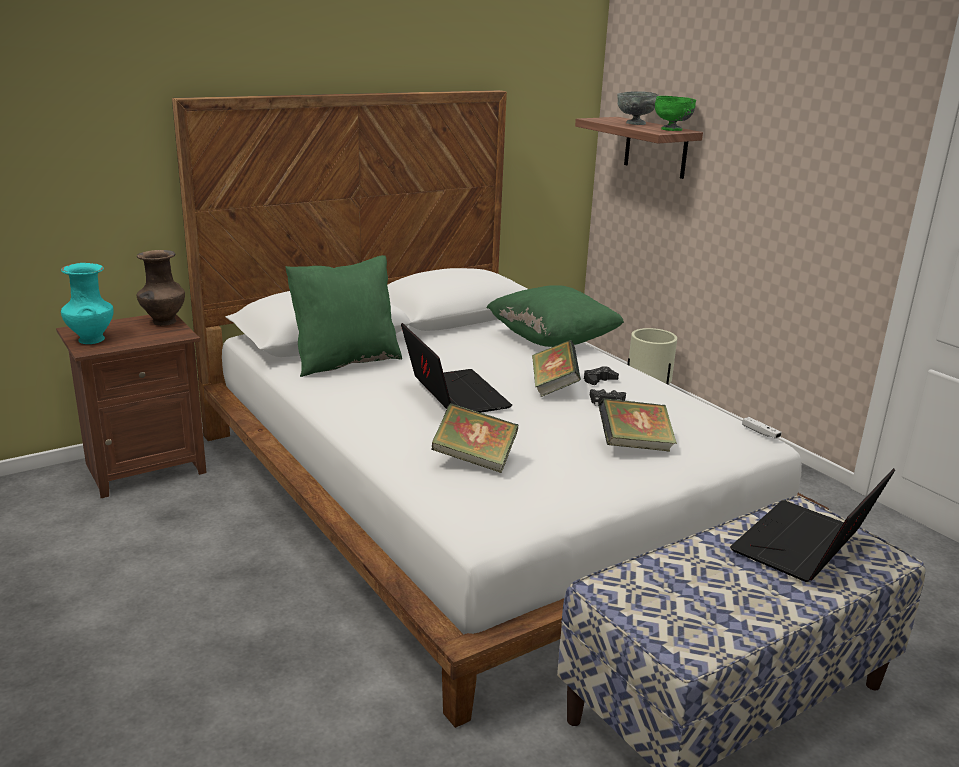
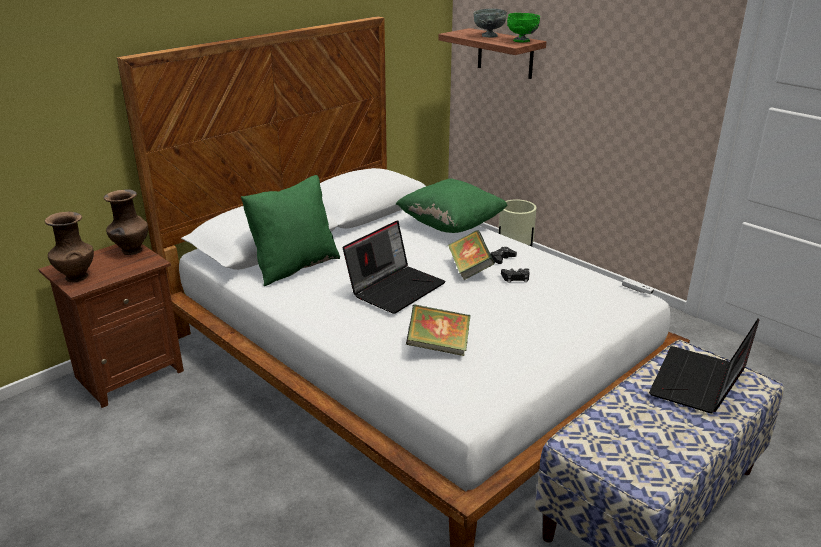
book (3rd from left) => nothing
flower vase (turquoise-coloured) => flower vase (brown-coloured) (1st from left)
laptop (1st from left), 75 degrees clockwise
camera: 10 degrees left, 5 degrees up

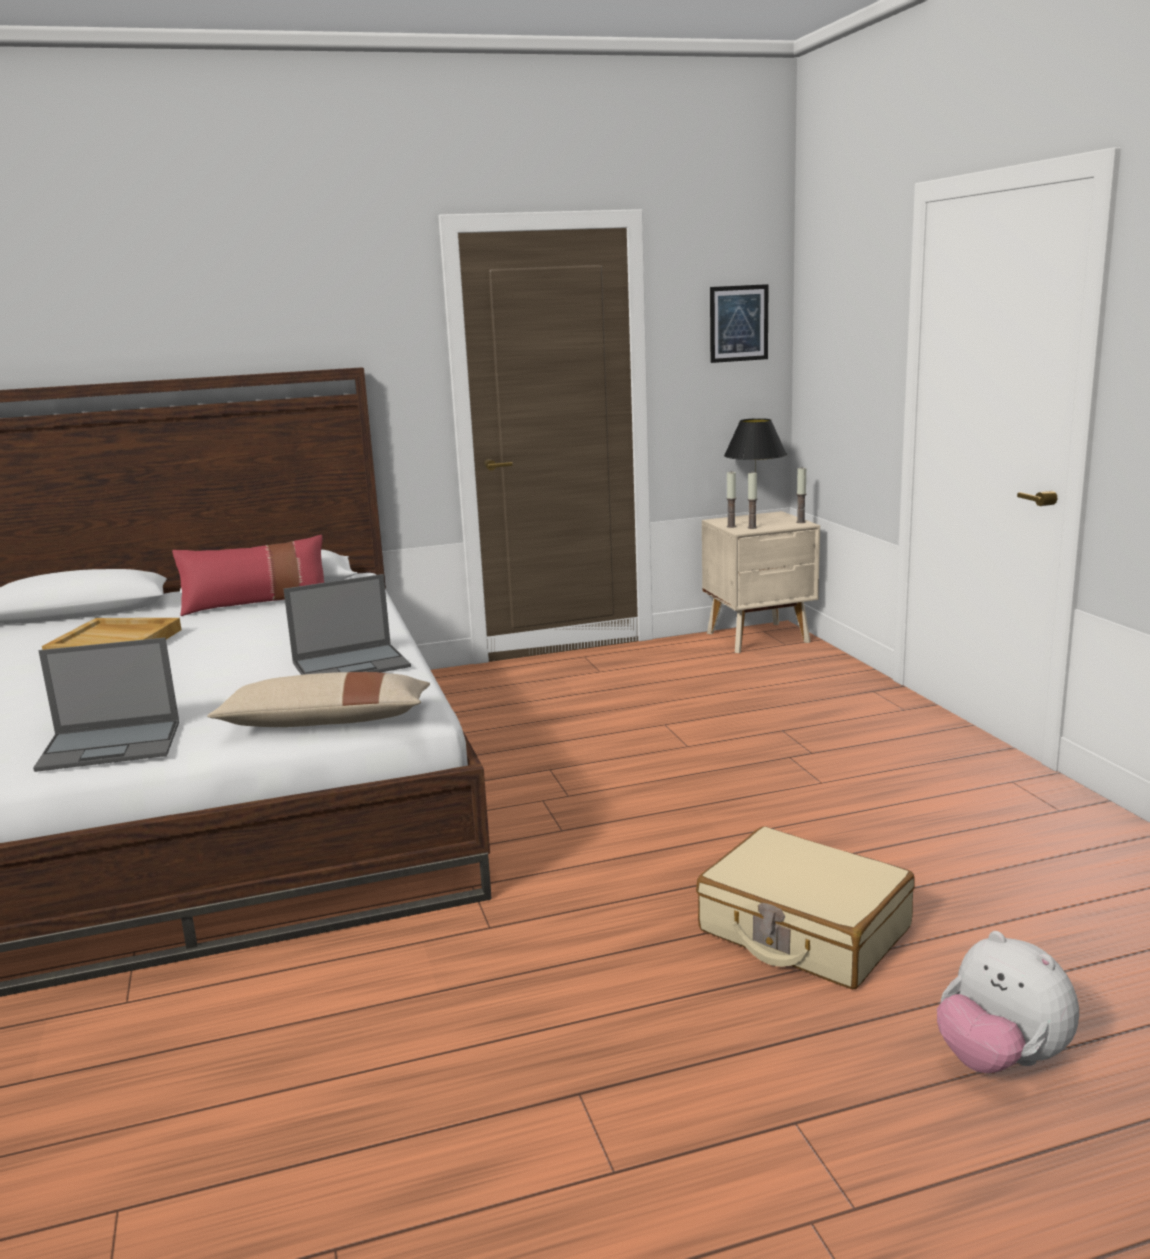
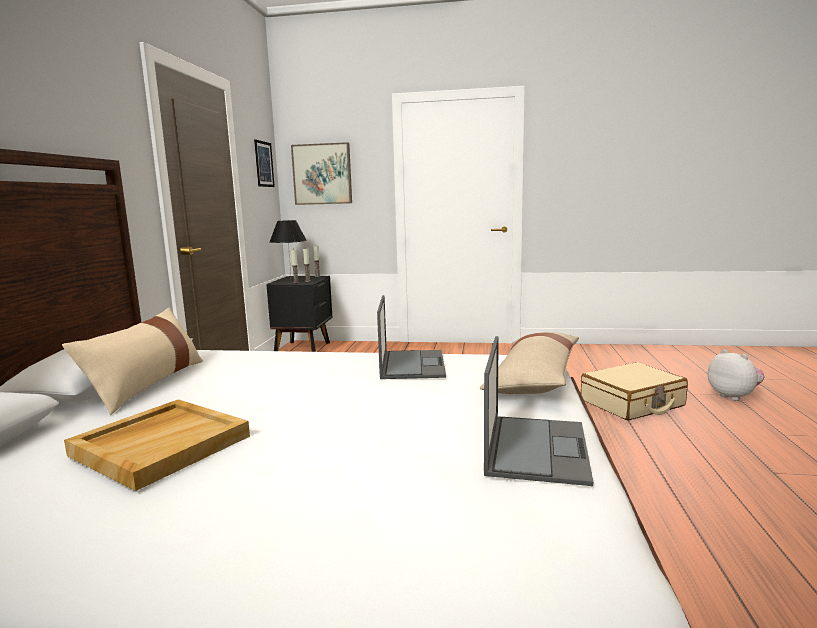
nothing => wall art (2nd from left)
throw pillow (reddish) => throw pillow (sand-coloured) (1st from left)
night table (sand-coloured) => night table (blackish)
plush toy, 105 degrees counterclockwise
camera: 65 degrees left, 5 degrees down

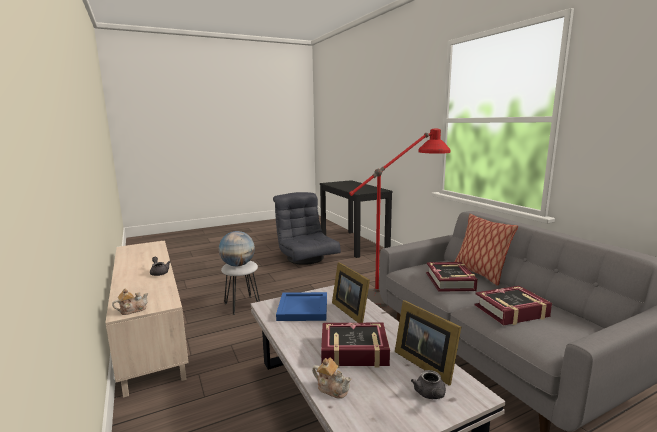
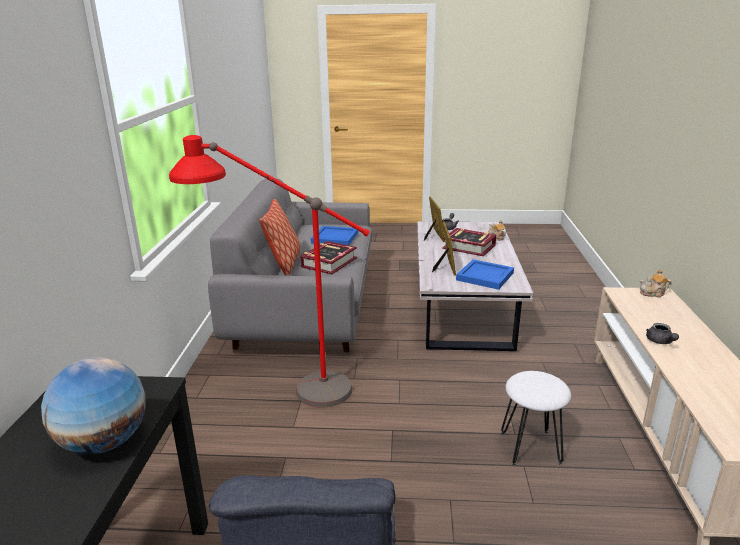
desk globe, moved
book (3rd from left) => serving tray (blue-coloured) (1st from left)
camera: 150 degrees left, 10 degrees up

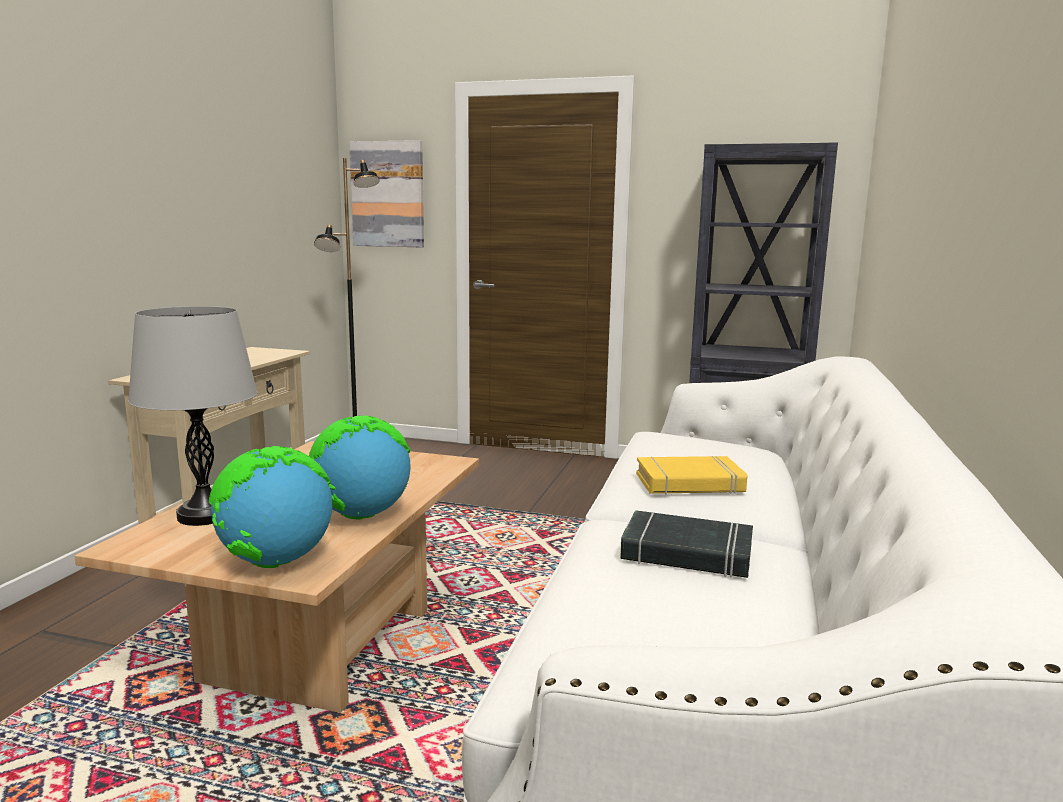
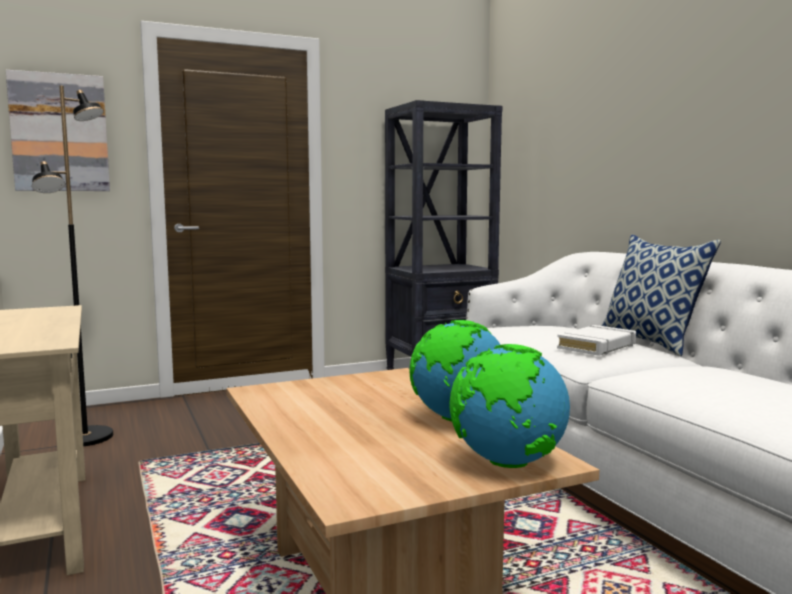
tabletop lamp (greyish) => nothing
book (blackish) => nothing
nothing => throw pillow
book (yellowish) => book (whitish)
camera: 40 degrees left, 5 degrees down

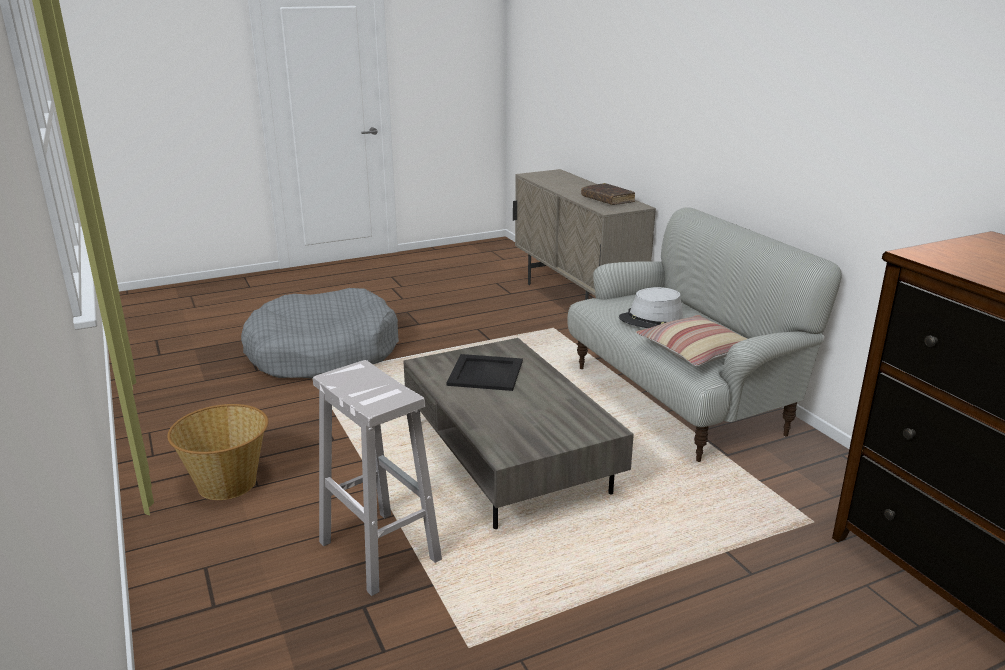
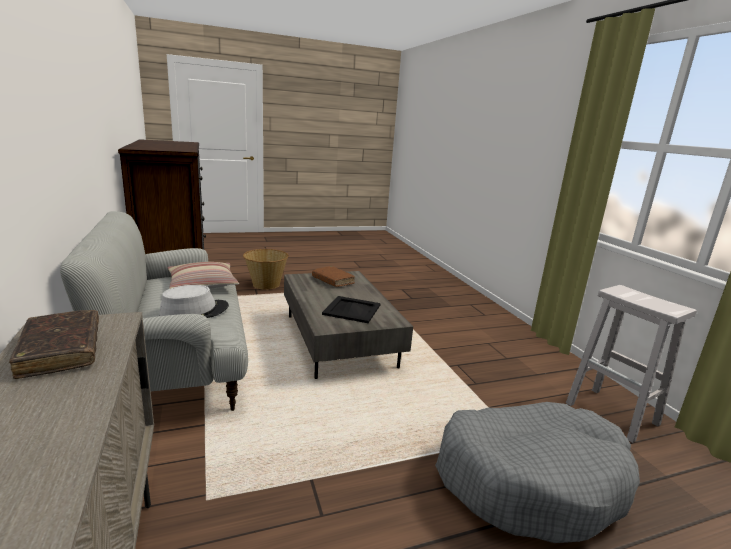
nothing => book (brown-coloured) (2nd from left)
household basket, moved
stool (whitish), moved
camera: 175 degrees left, 5 degrees down

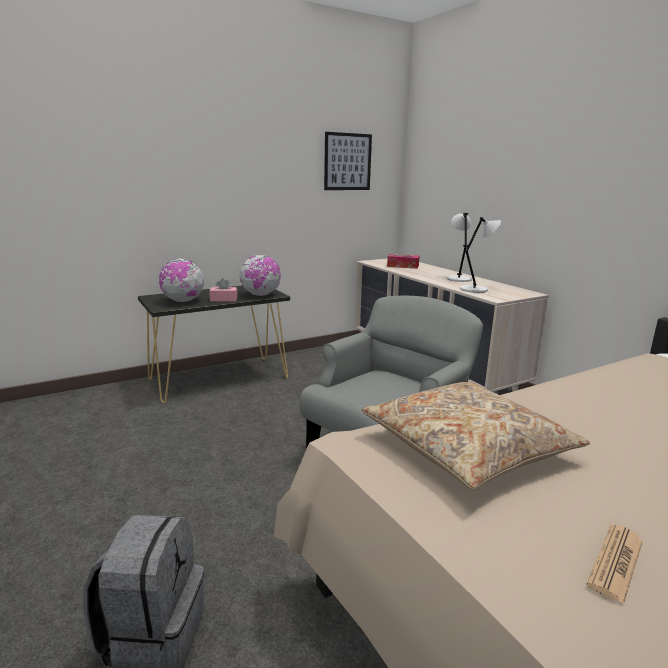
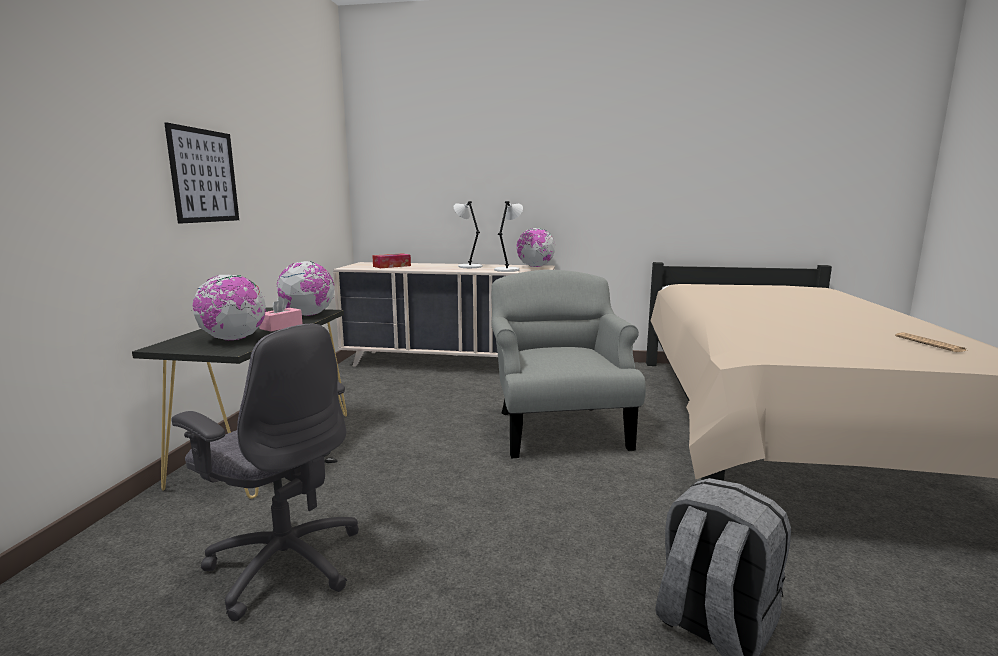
throw pillow (sand-coloured) => nothing
nothing => desk chair (greyish)
nothing => desk globe (3rd from left)
wall art, moved
camera: 50 degrees left, 5 degrees down

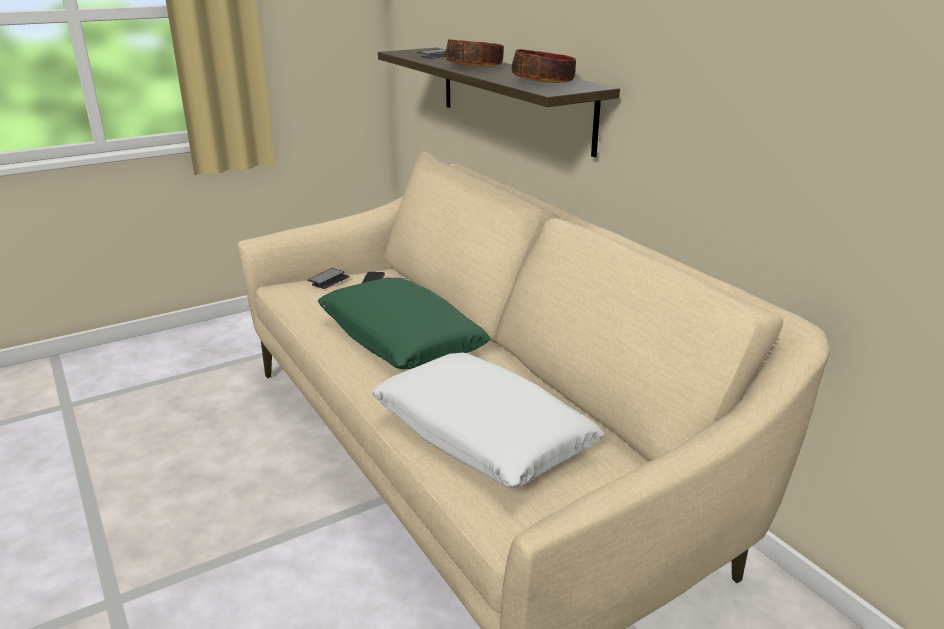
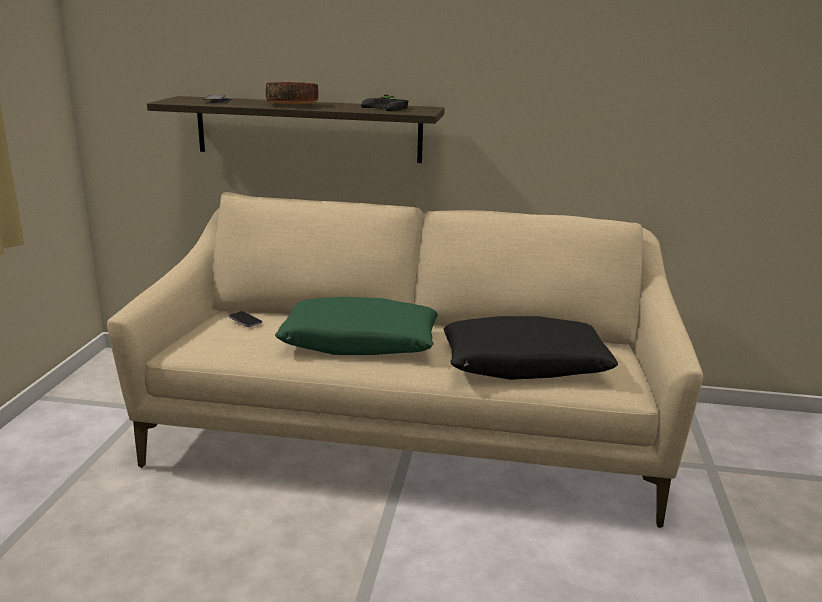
phone (1st from left) => nothing
deep dish (2nd from left) => joypad (blackish)
throw pillow (whitish) => throw pillow (blackish)
camera: 50 degrees left, 5 degrees down

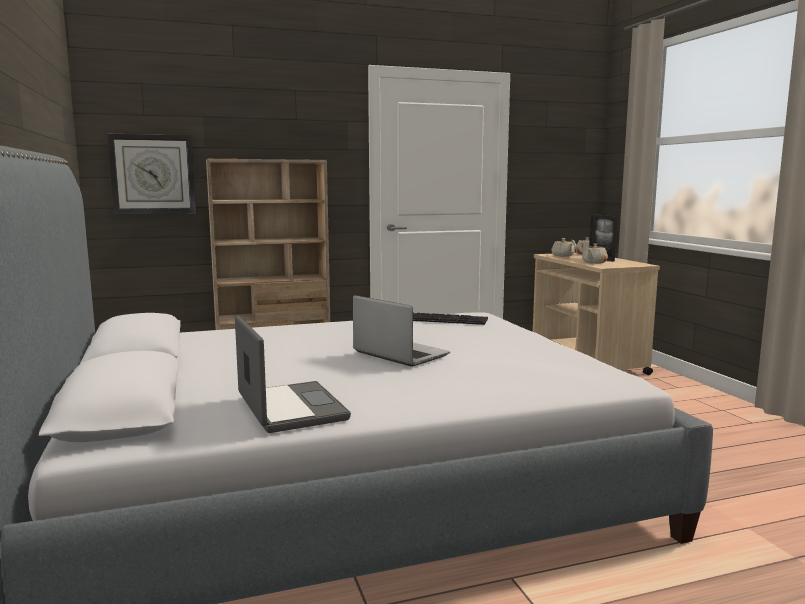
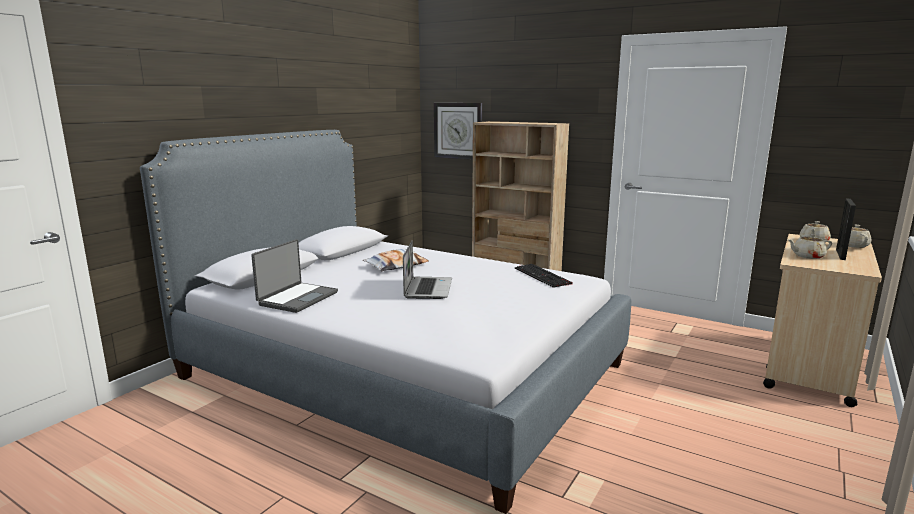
nothing => throw pillow
camera: 50 degrees right, 5 degrees up

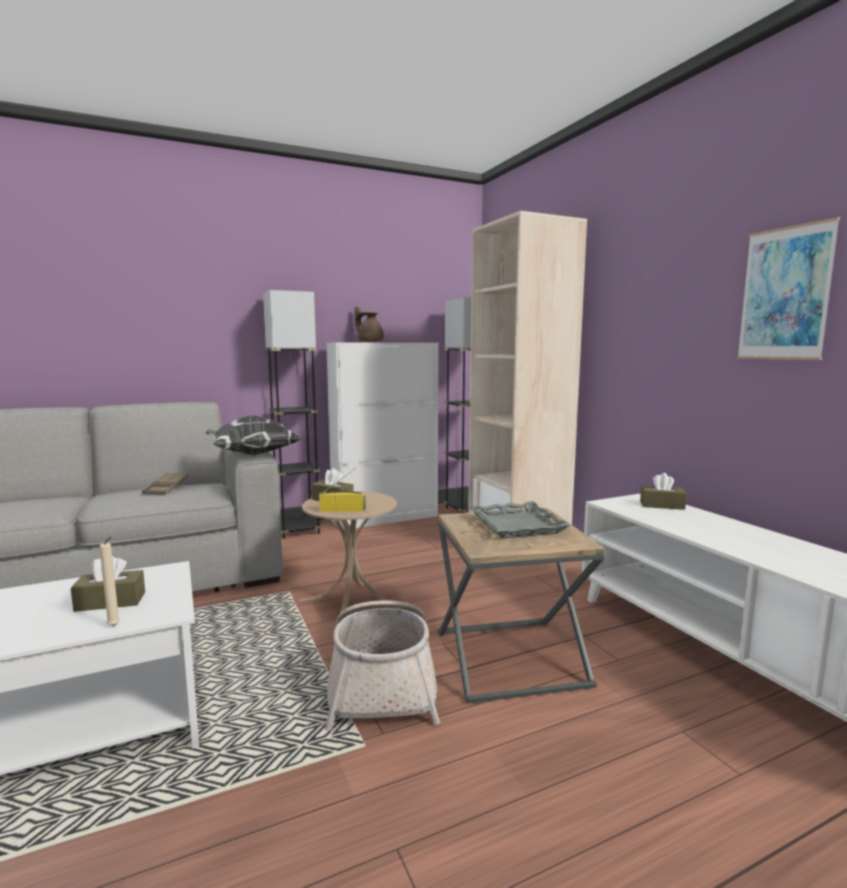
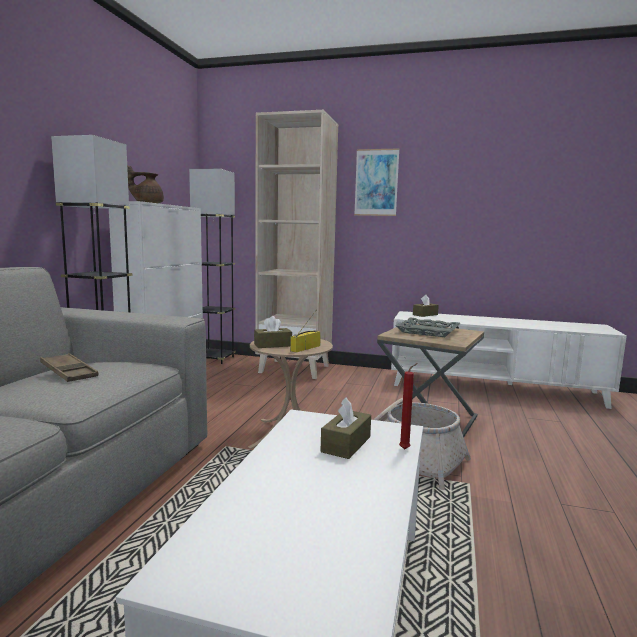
throw pillow => nothing
wall art, moved
candle (sand-coloured) => candle (reddish)
camera: 50 degrees left, 0 degrees up

